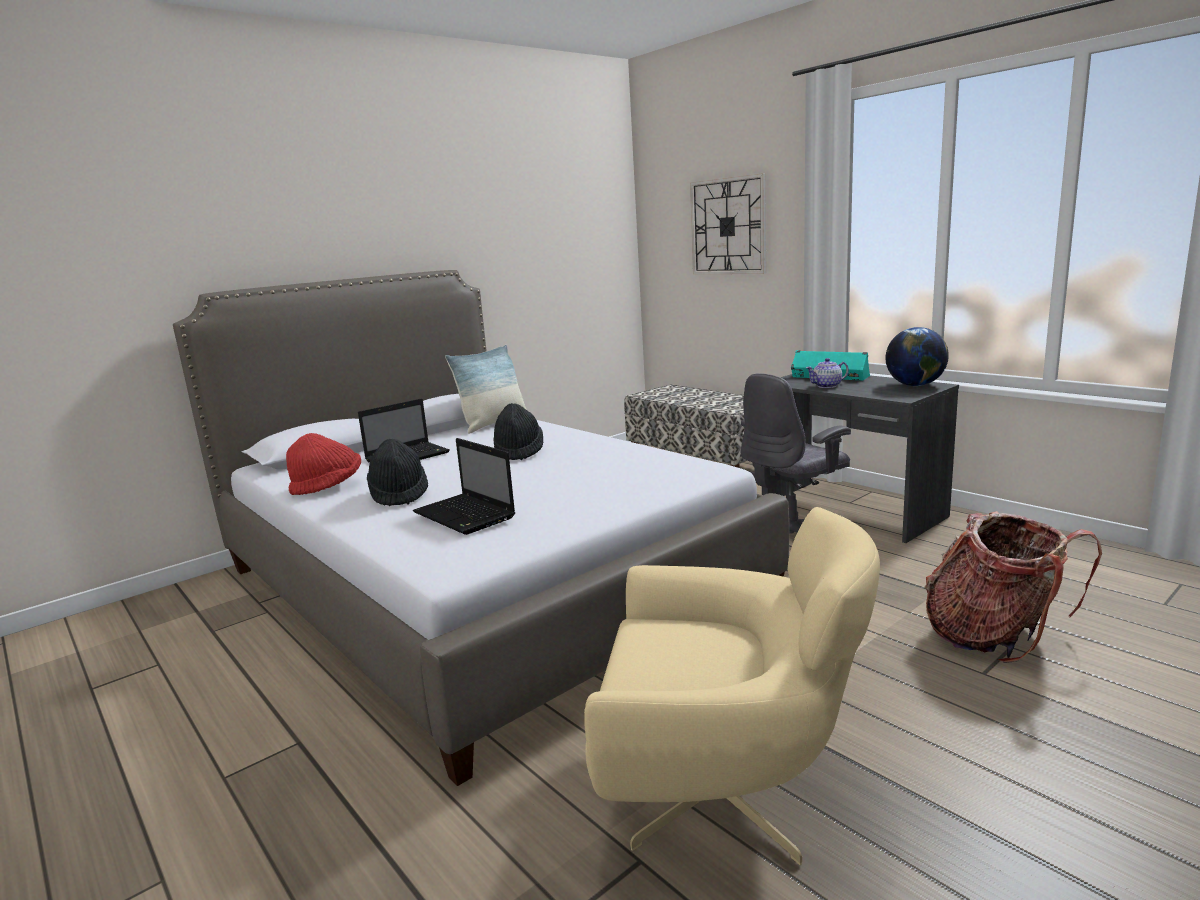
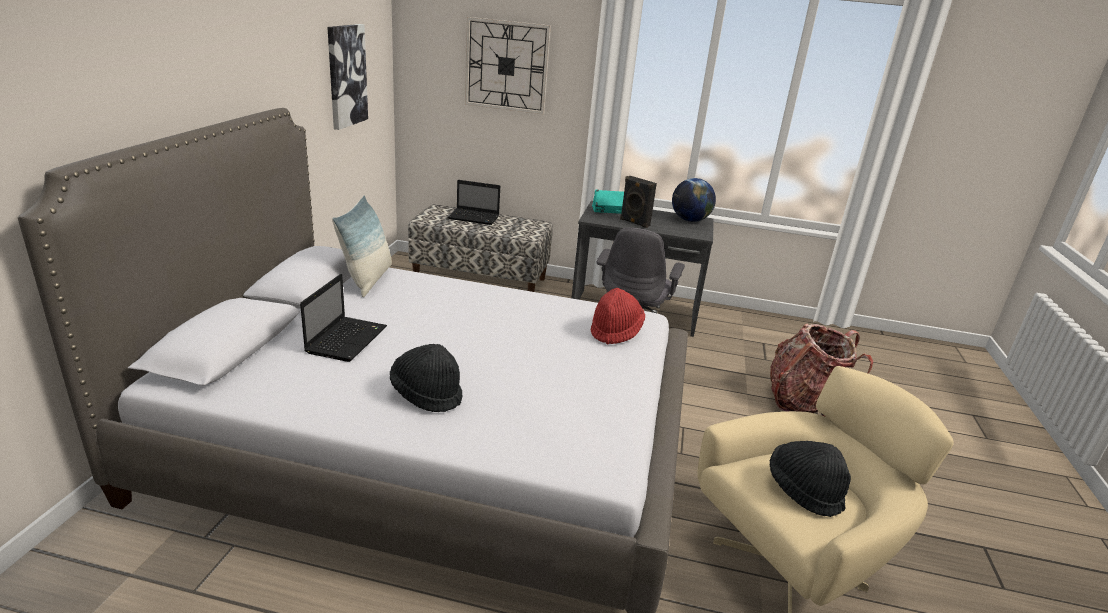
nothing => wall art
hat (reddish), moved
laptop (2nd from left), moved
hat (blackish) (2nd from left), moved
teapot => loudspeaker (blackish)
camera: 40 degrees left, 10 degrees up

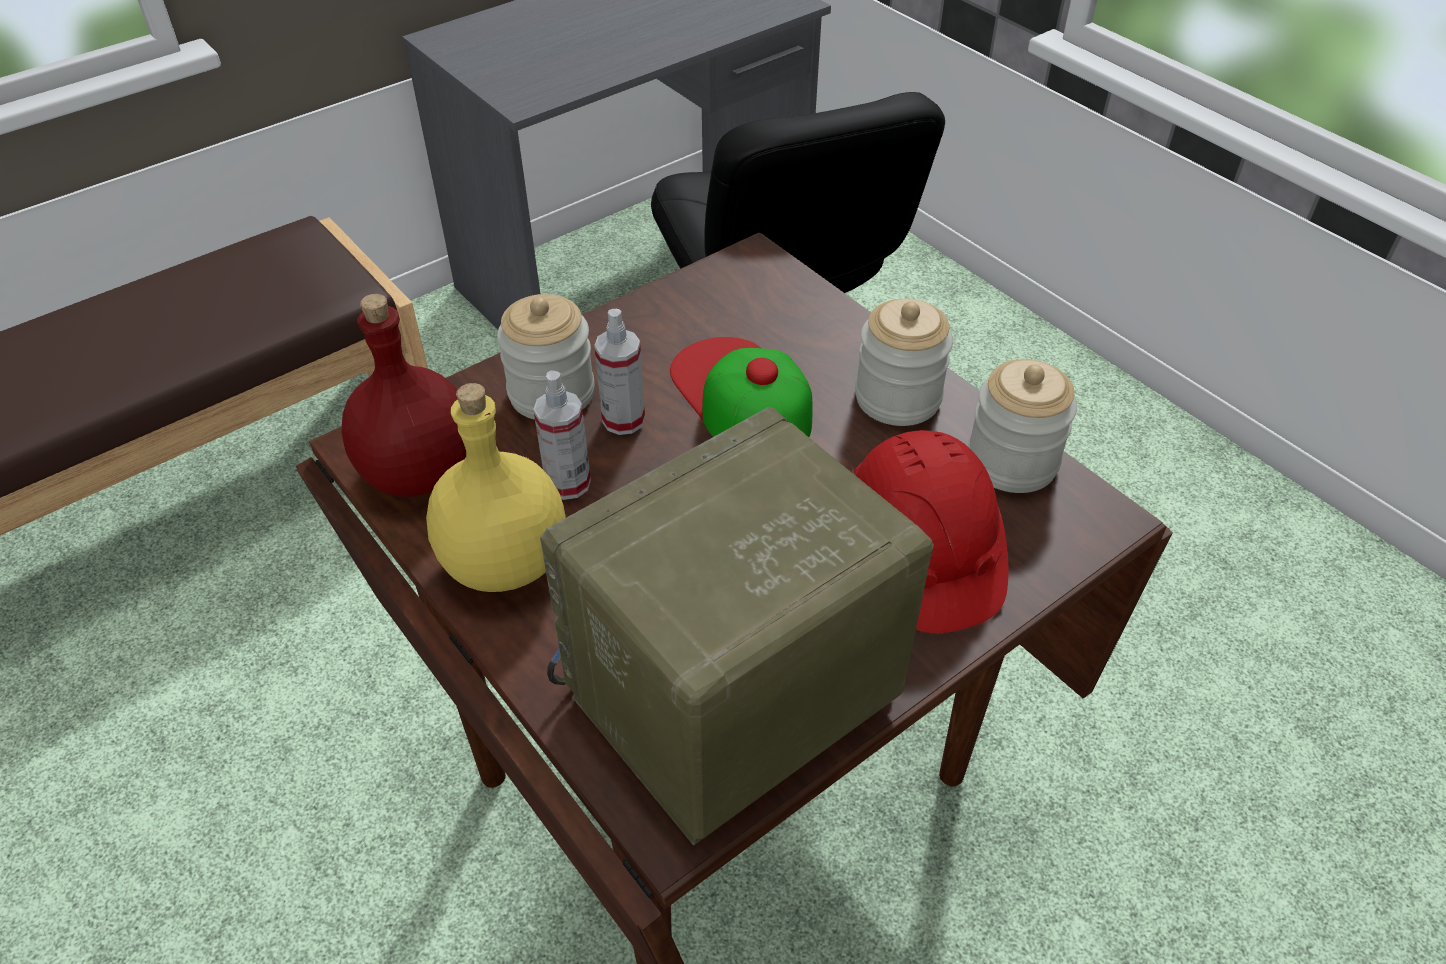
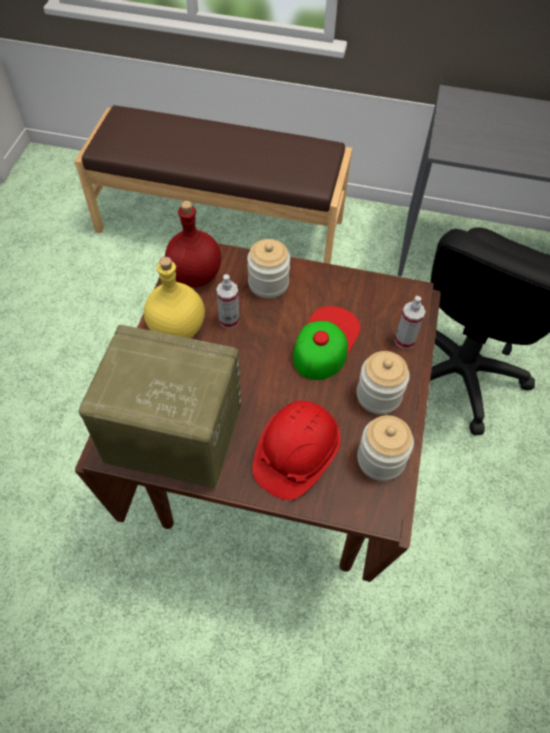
spray bottle (2nd from left), moved
camera: 50 degrees right, 10 degrees up

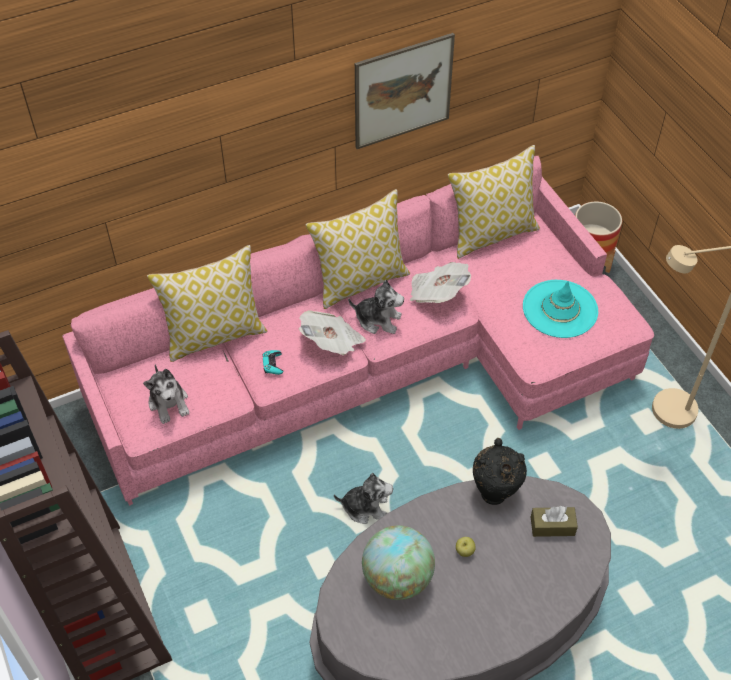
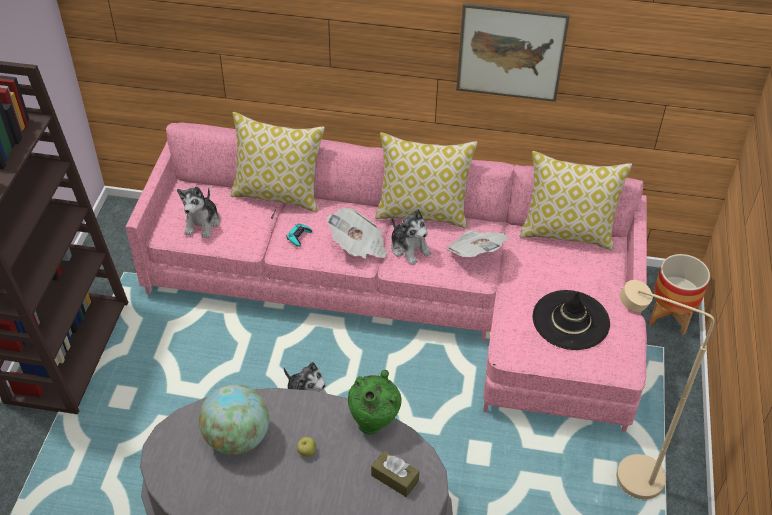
flower vase (blackish) => flower vase (greenish)
hat (turquoise-coloured) => hat (blackish)
camera: 35 degrees right, 5 degrees down

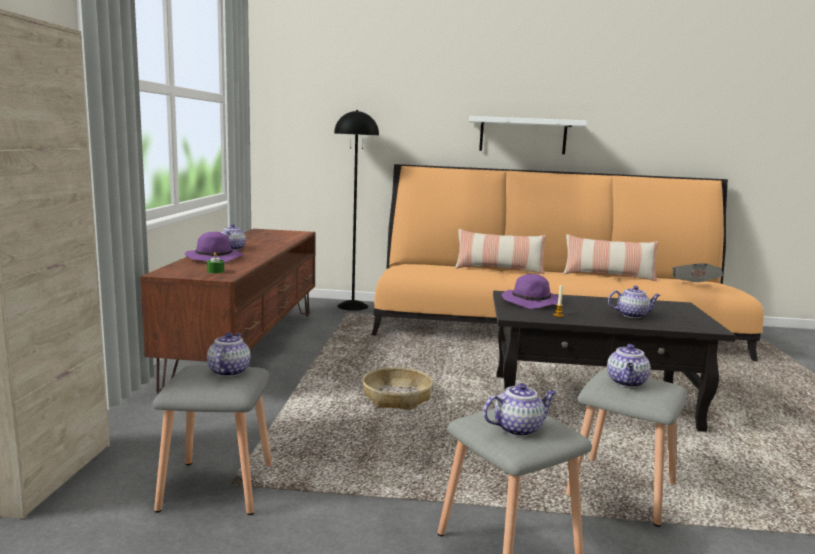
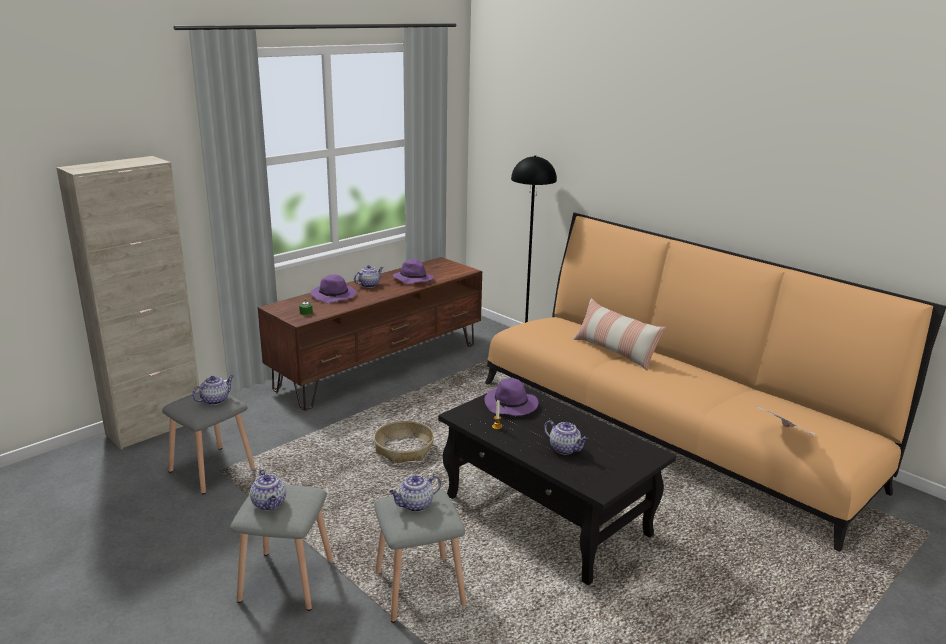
shelf (whitish) => nothing
throw pillow (2nd from left) => nothing
nothing => hat (purplish) (2nd from left)
teapot (3rd from left in the first image) => teapot (2nd from left), 45 degrees clockwise
camera: 40 degrees right, 10 degrees up

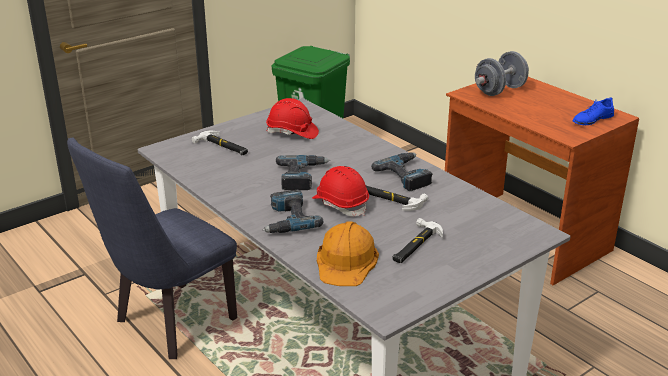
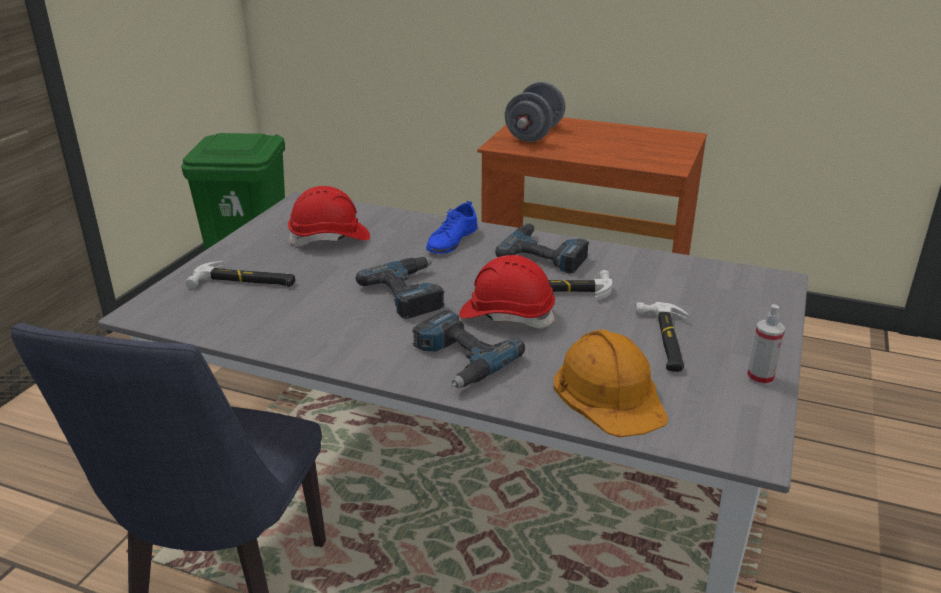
nothing => spray bottle
item of footwear (blue-coloured), moved
camera: 30 degrees left, 0 degrees up

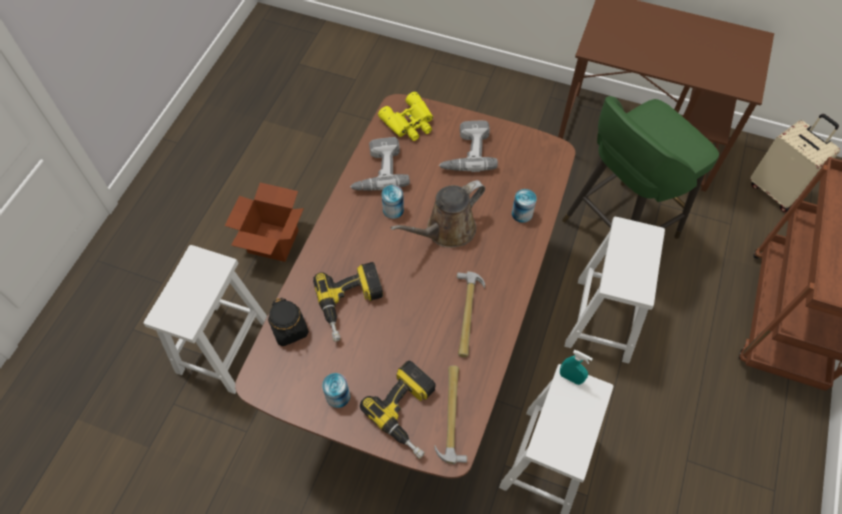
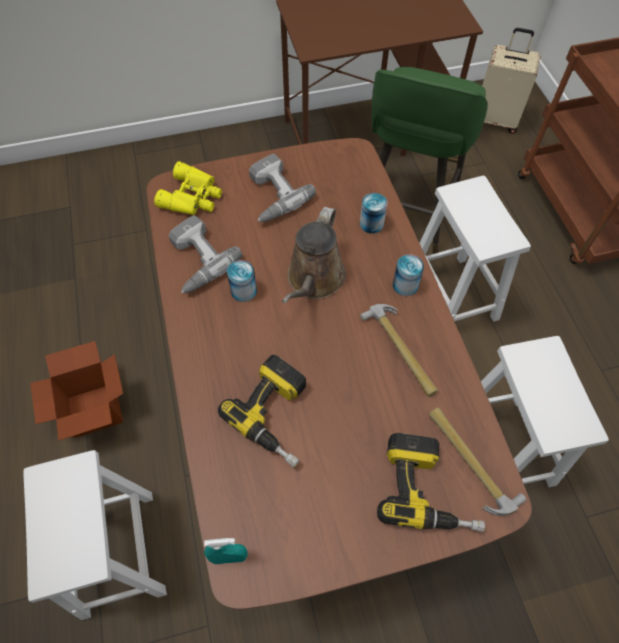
storage jar (blackish) => nothing
can (1st from left in the first image) => can (3rd from left), moved
spray bottle (turquoise-coloured), moved
camera: 35 degrees left, 0 degrees up

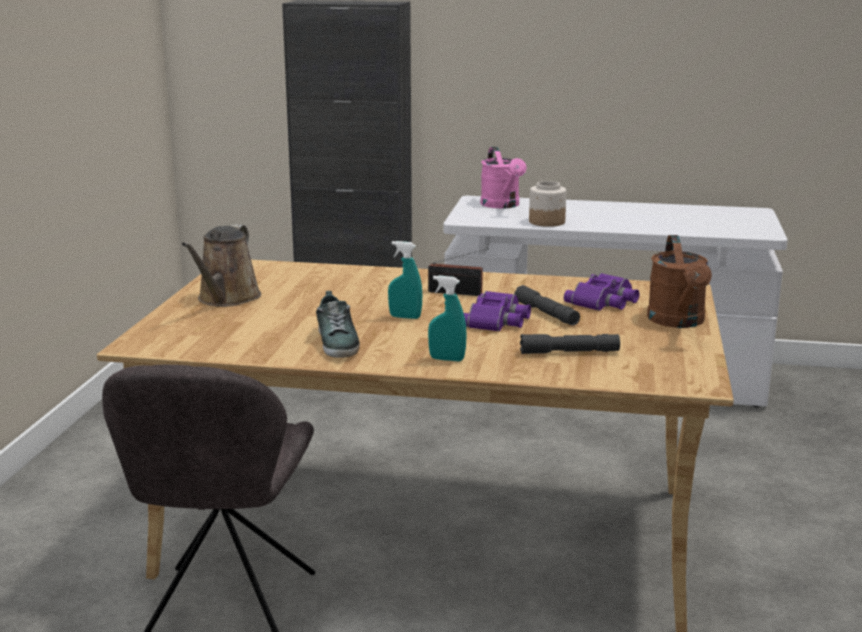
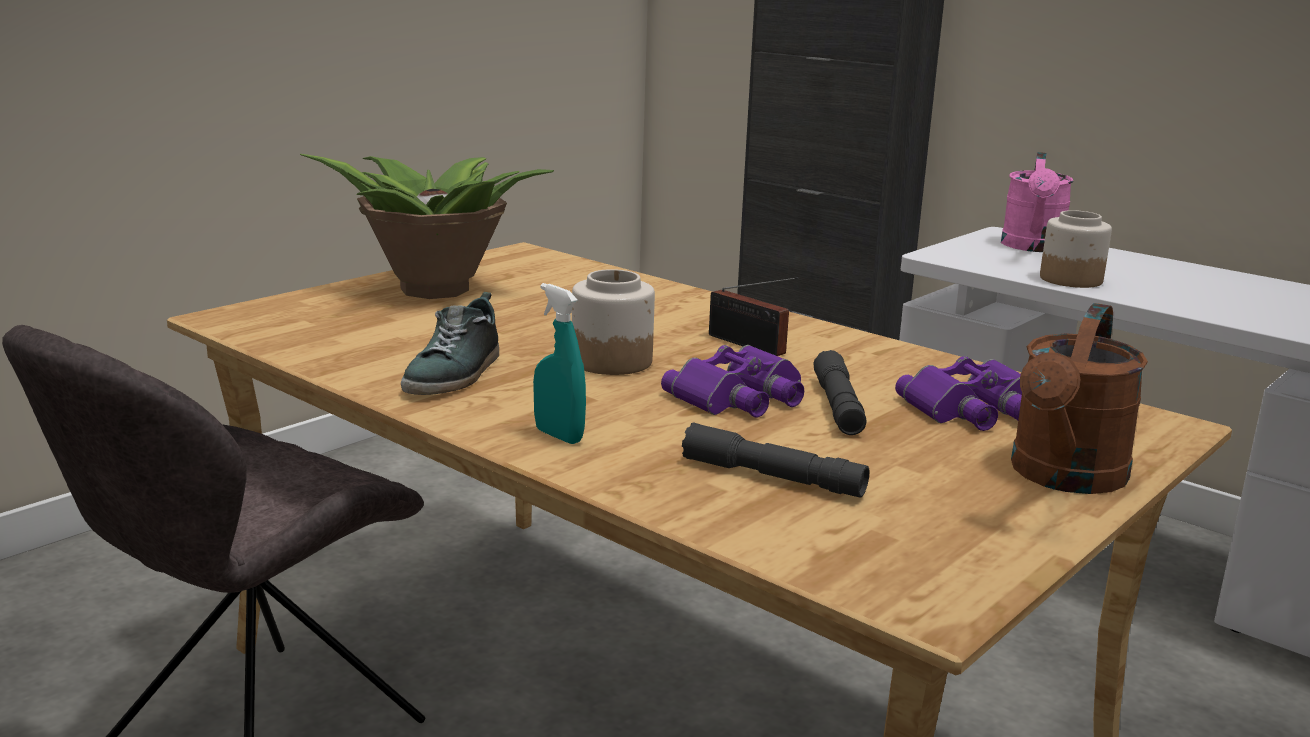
sprinkling can (brown-coloured) (1st from left) => houseplant
spray bottle (turquoise-coloured) (1st from left) => storage jar (1st from left)
camera: 30 degrees right, 0 degrees up

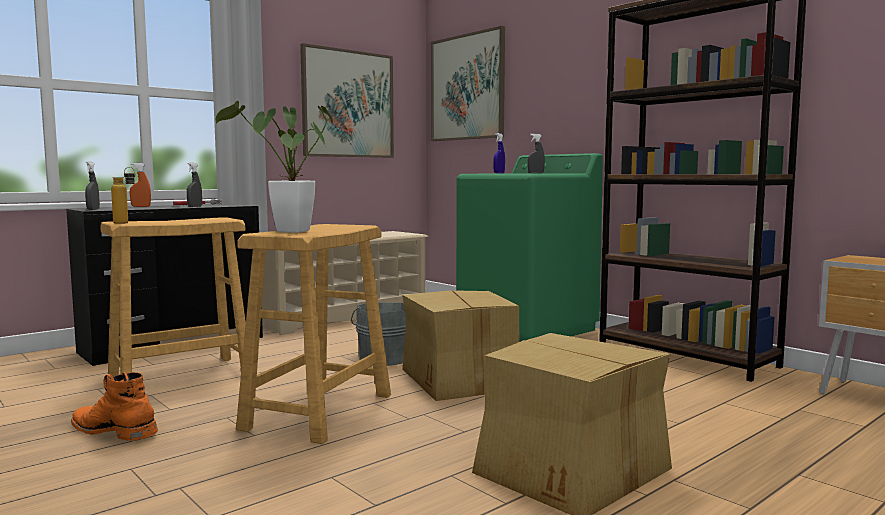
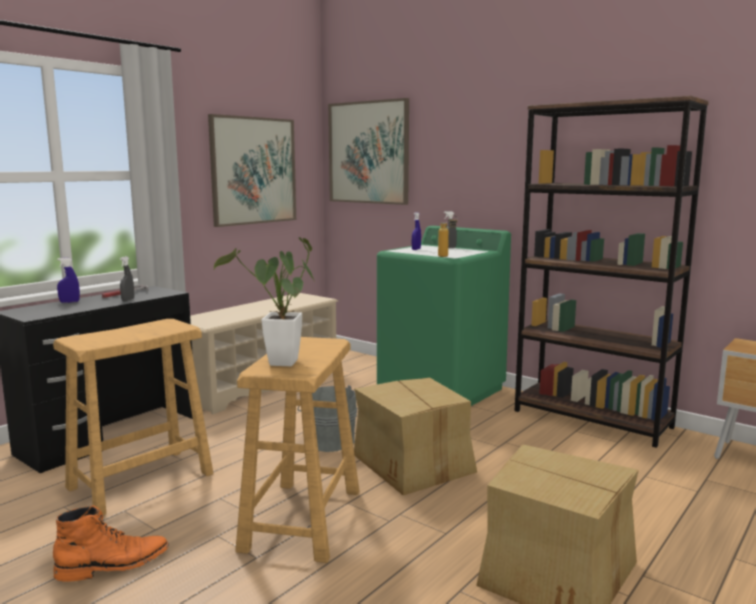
spray bottle (greyish) (1st from left) => nothing
bottle, moved
spray bottle (orange) => spray bottle (blue-coloured) (1st from left)
high-top boot (orange), 135 degrees clockwise
camera: 10 degrees left, 5 degrees up

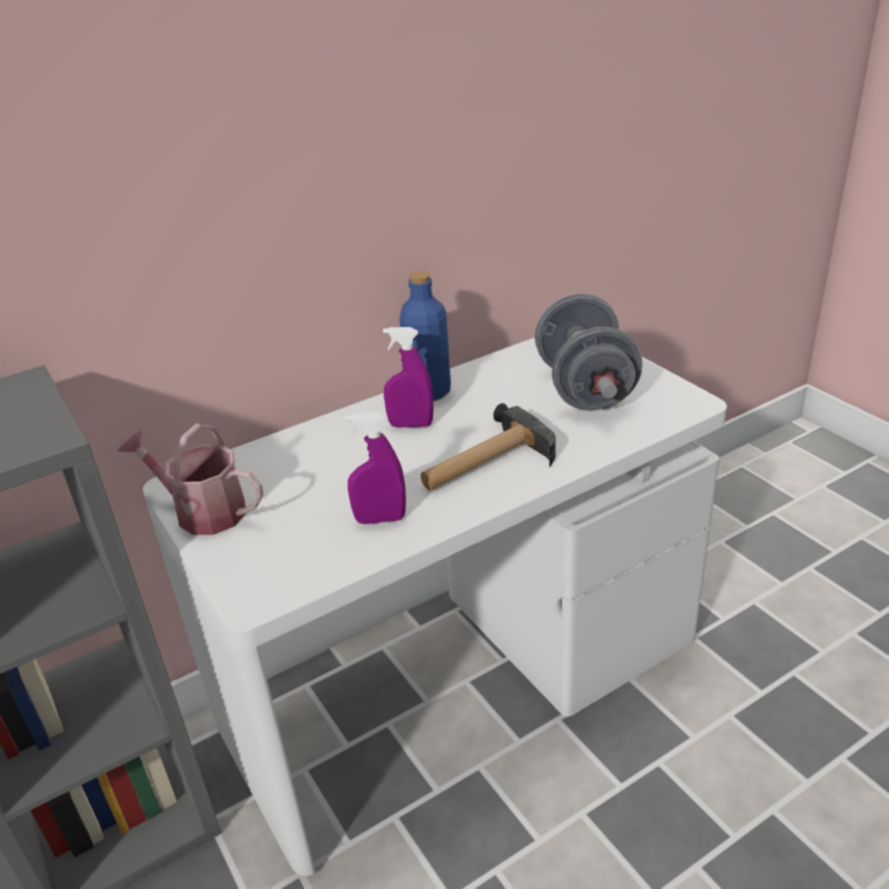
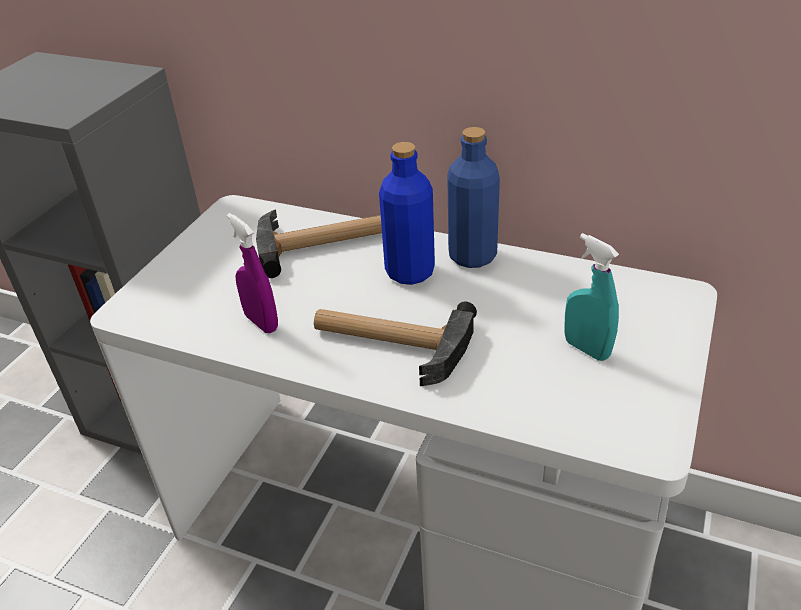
sprinkling can => nothing
nothing => hammer (1st from left)
spray bottle (purplish) (2nd from left) => bottle (blue-coloured) (1st from left)
hand weight (greyish) => spray bottle (turquoise-coloured)
camera: 55 degrees right, 5 degrees up

